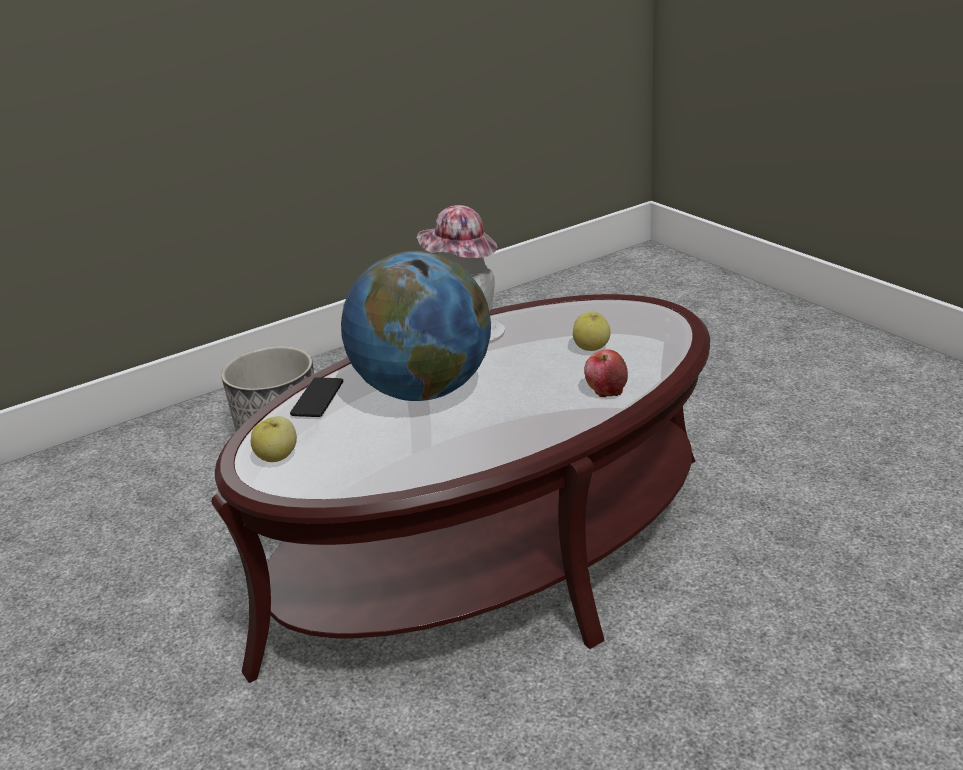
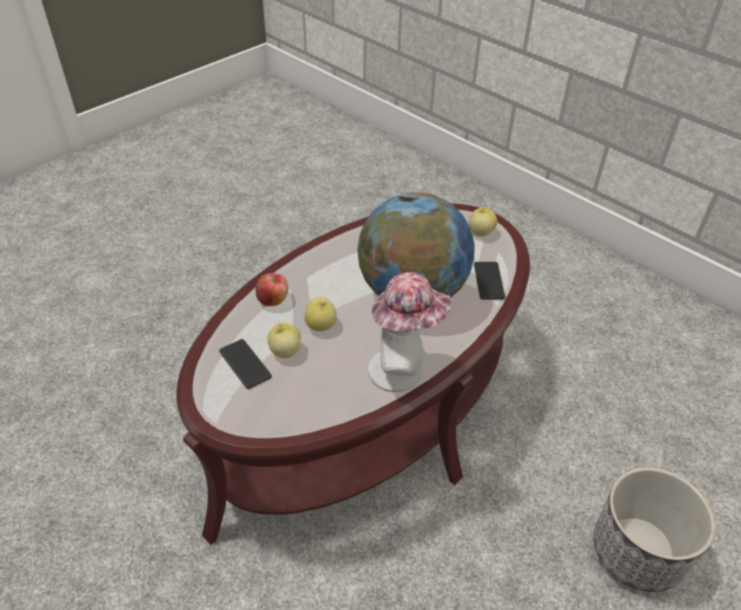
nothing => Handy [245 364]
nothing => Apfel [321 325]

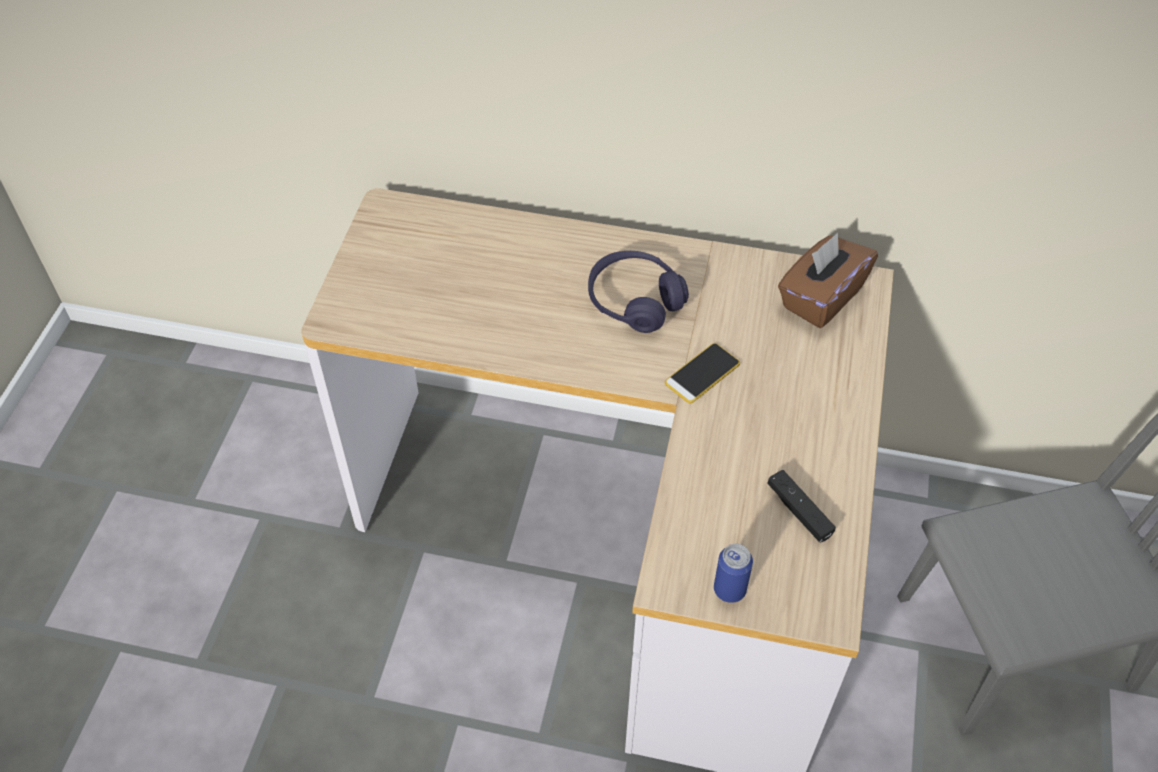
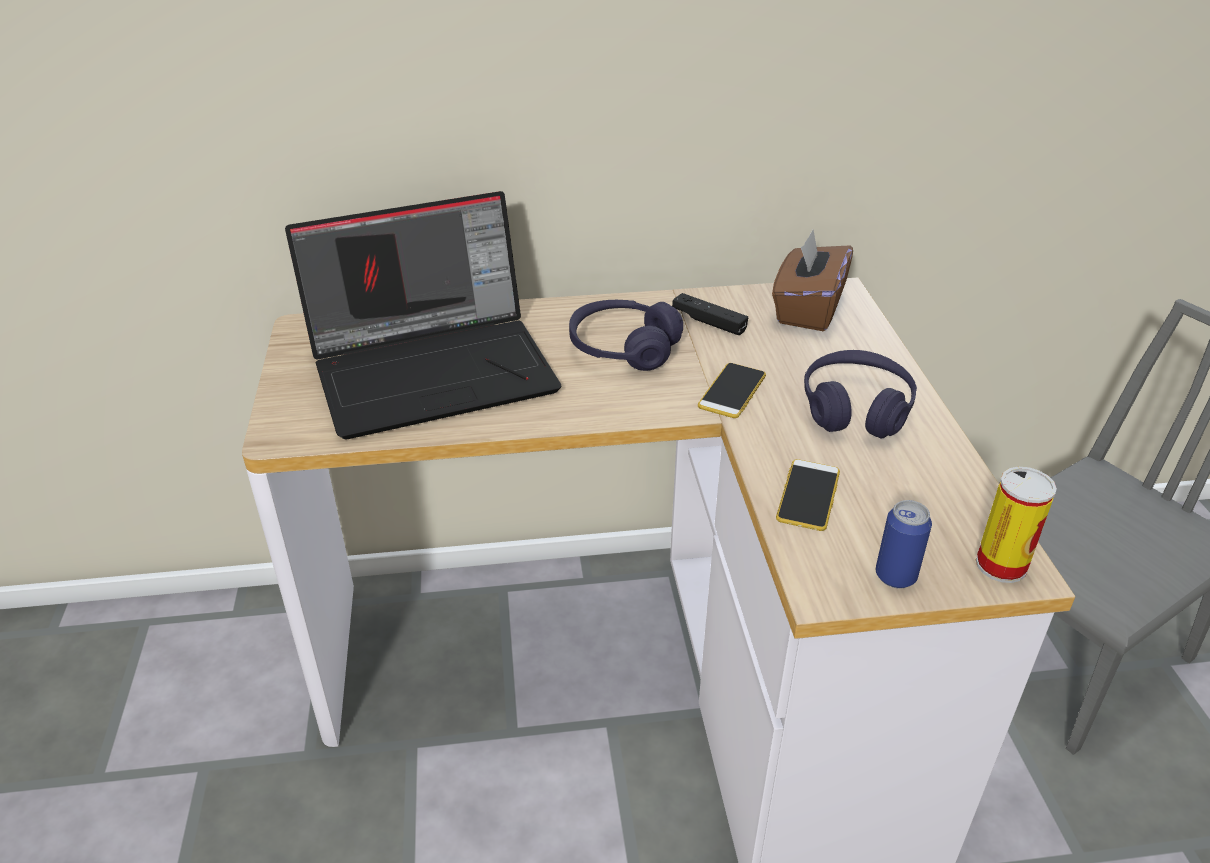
nothing => Laptop [436 368]
nothing => Handy [808 495]
nothing => Kopfhörer [lila] [855 408]
nothing => Dose [1001 565]
Gamepad [schwarz] [799 511] => Gamepad [schwarz] [709 322], shifted

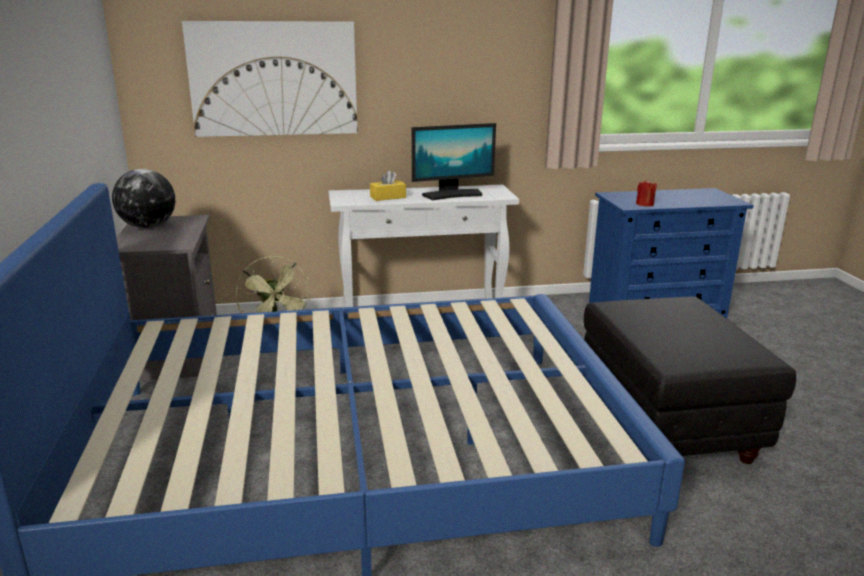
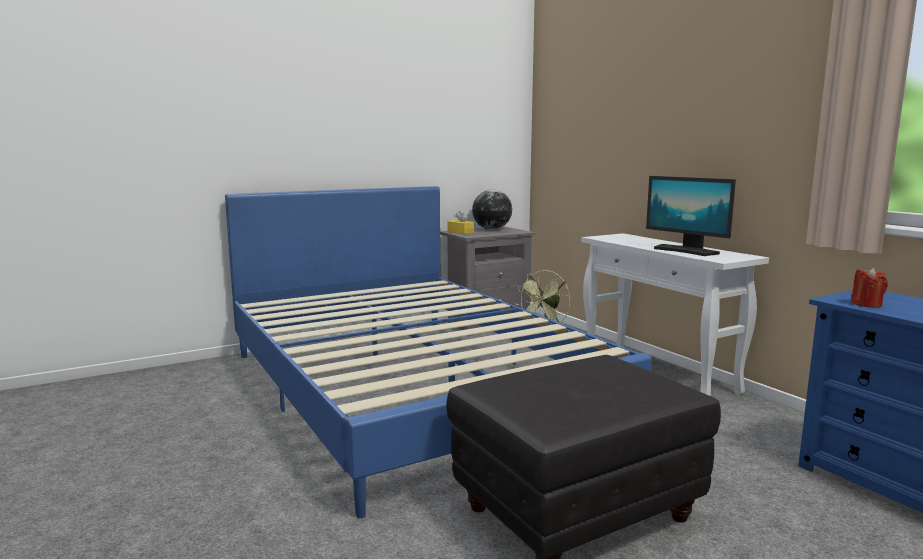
Bild [274 79] => nothing
Taschentuchbox [gelb] [388 197] => Taschentuchbox [gelb] [460 232], shifted

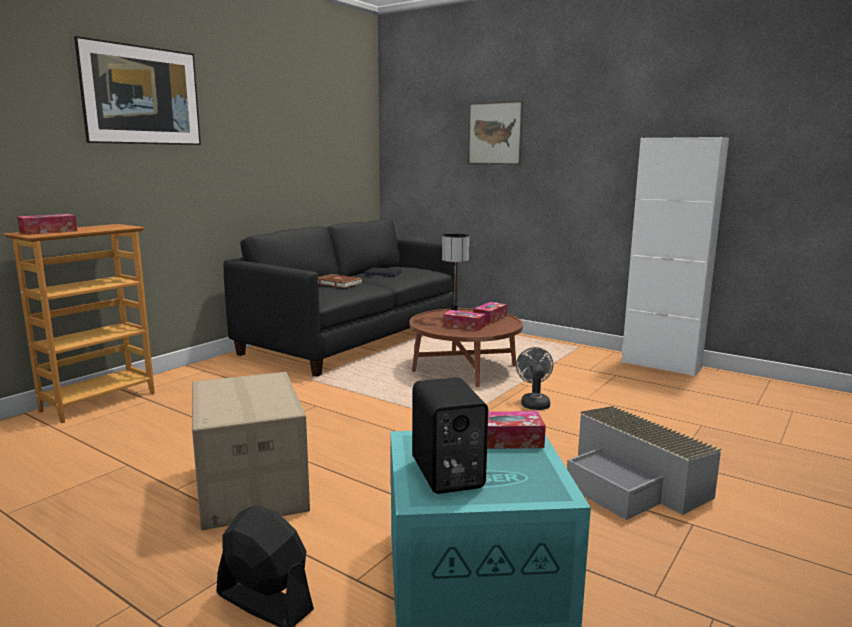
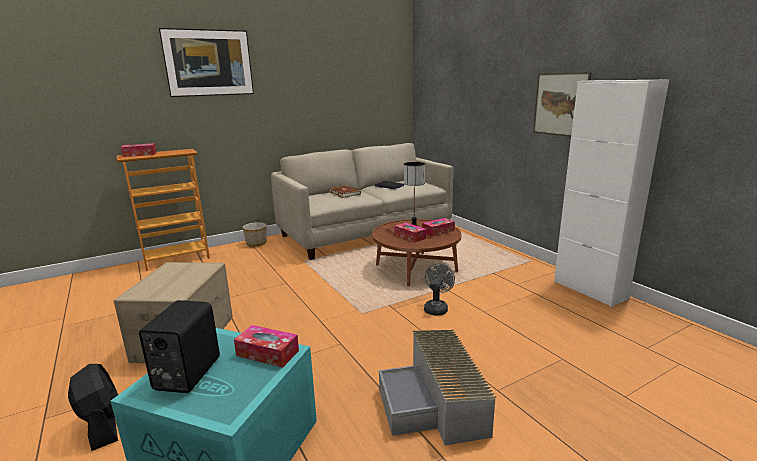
nothing => Pflanzkübel [256 243]
Bild [495 133] => Bild [560 104], shifted
Sofa [schwarz] [353 339] => Sofa [beige] [365 232]

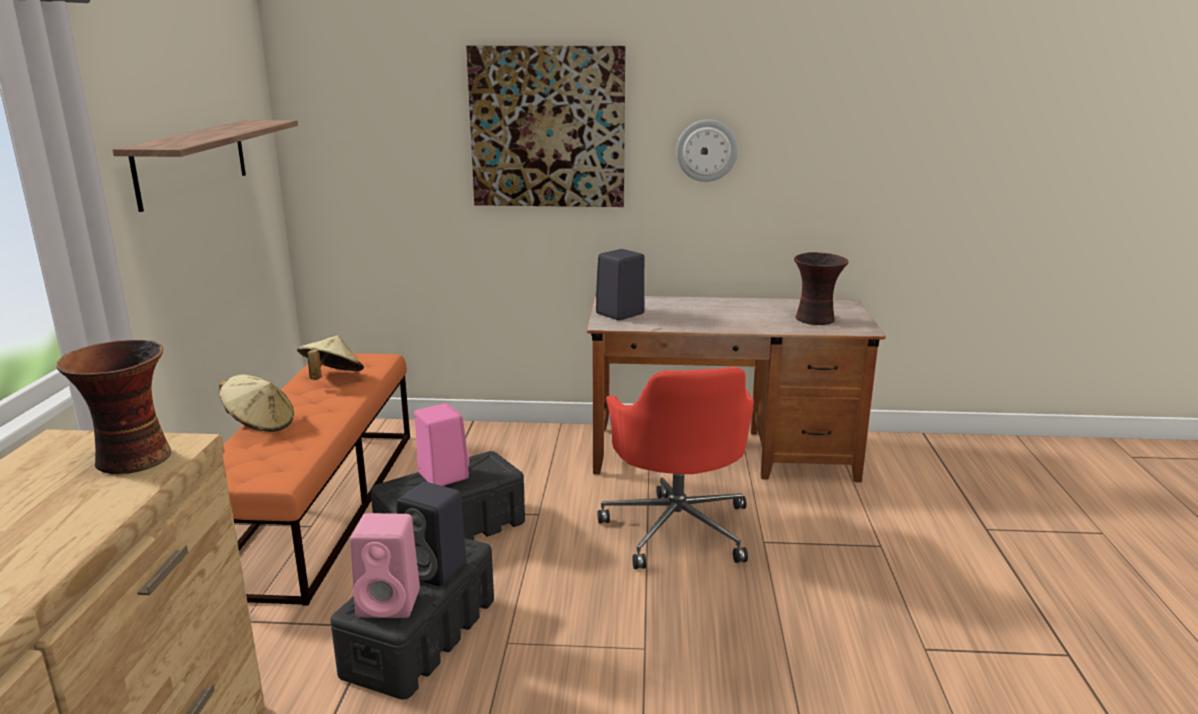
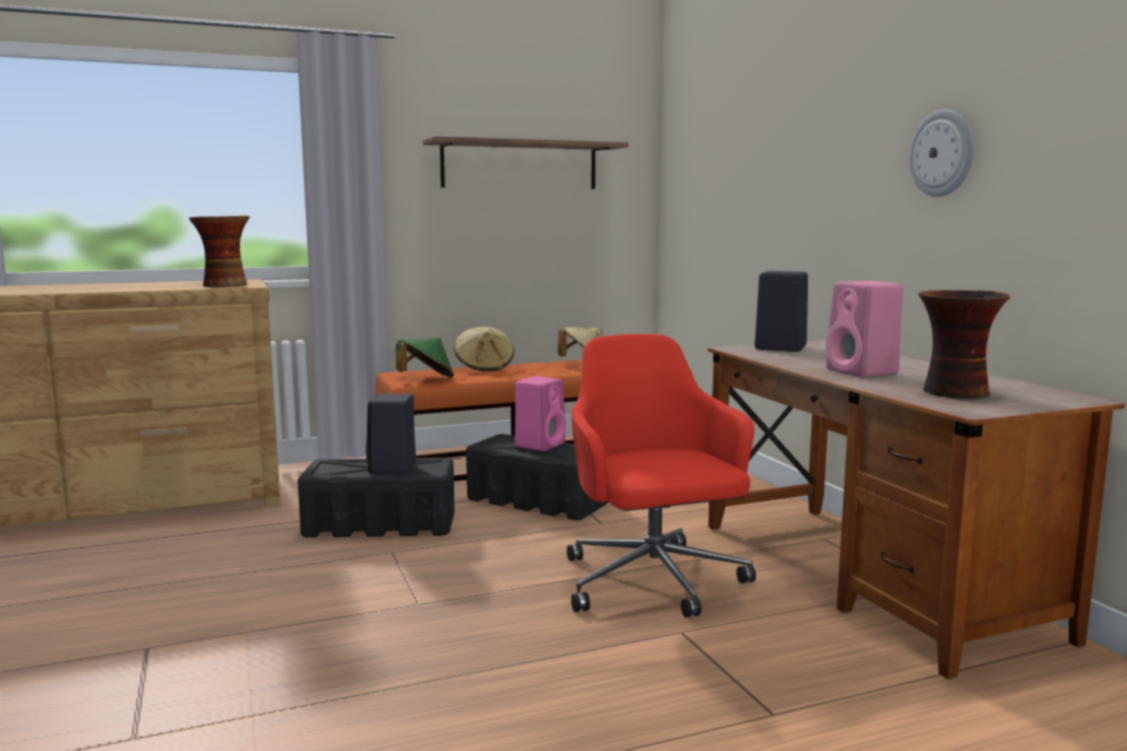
Bild [547 127] => nothing
nothing => Hut [grün] [426 378]
Lautsprecher [rosa] [391 603] => Lautsprecher [rosa] [863 372], shifted
Bürostuhl [rot] [677 528] => Bürostuhl [rot] [653 582], 105 degrees clockwise

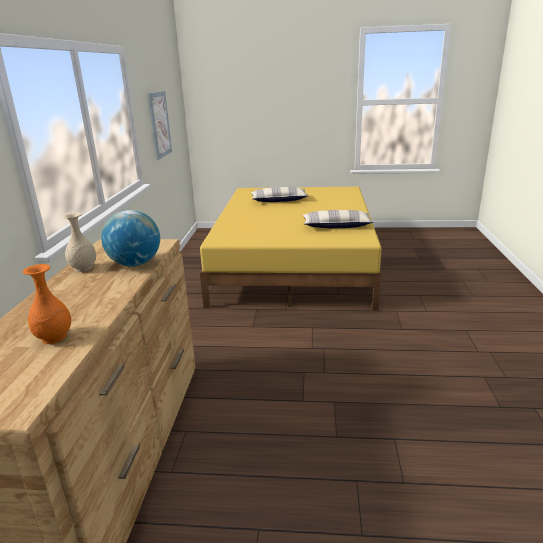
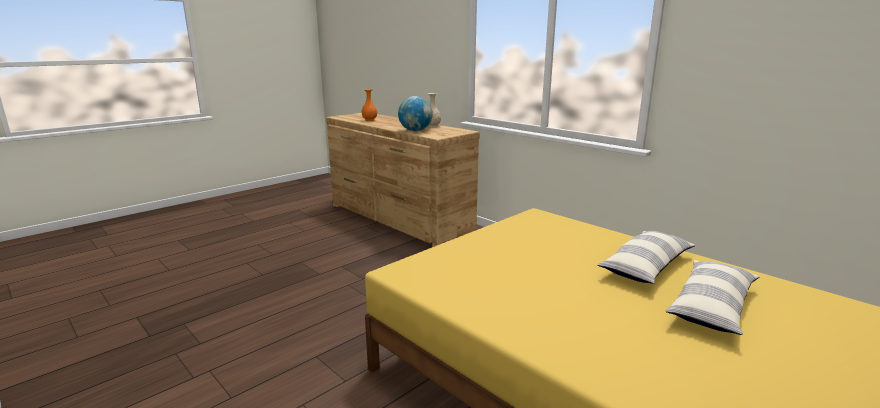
Bild [159 124] => nothing
Kissen [336 226] => Kissen [646 267], shifted

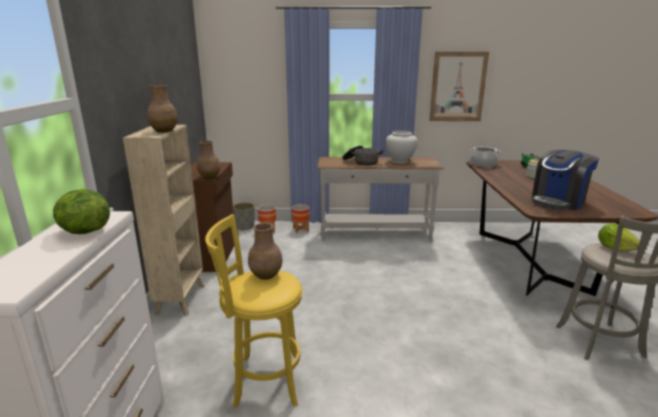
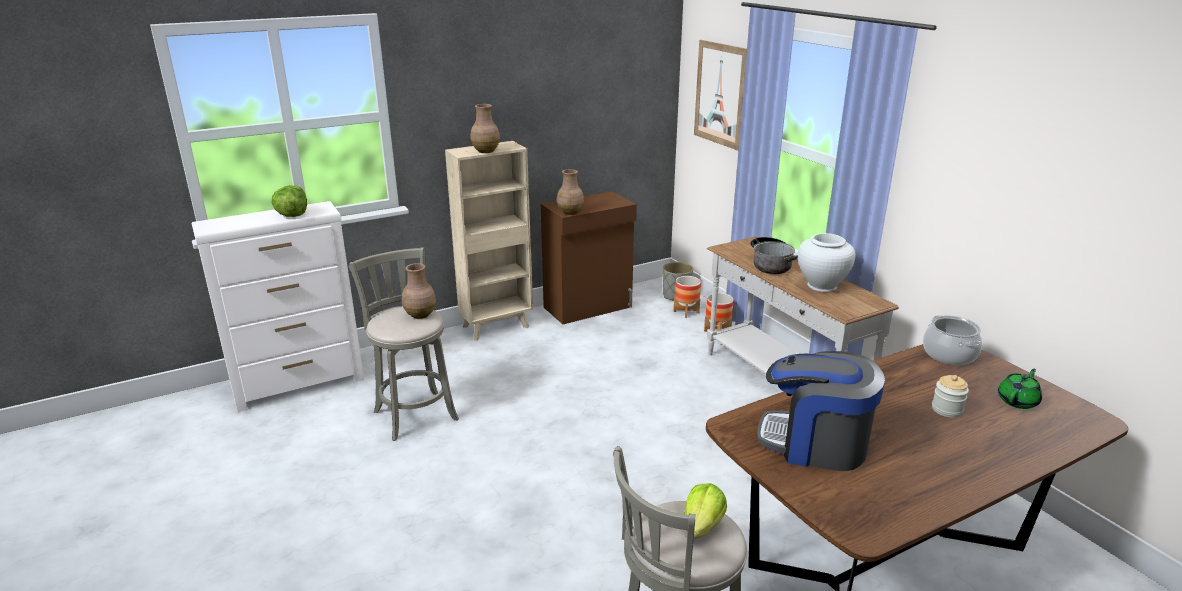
Bild [458 87] => Bild [720 94], shifted
Hocker [gelb] [263 380] => Hocker [grau] [414 413]

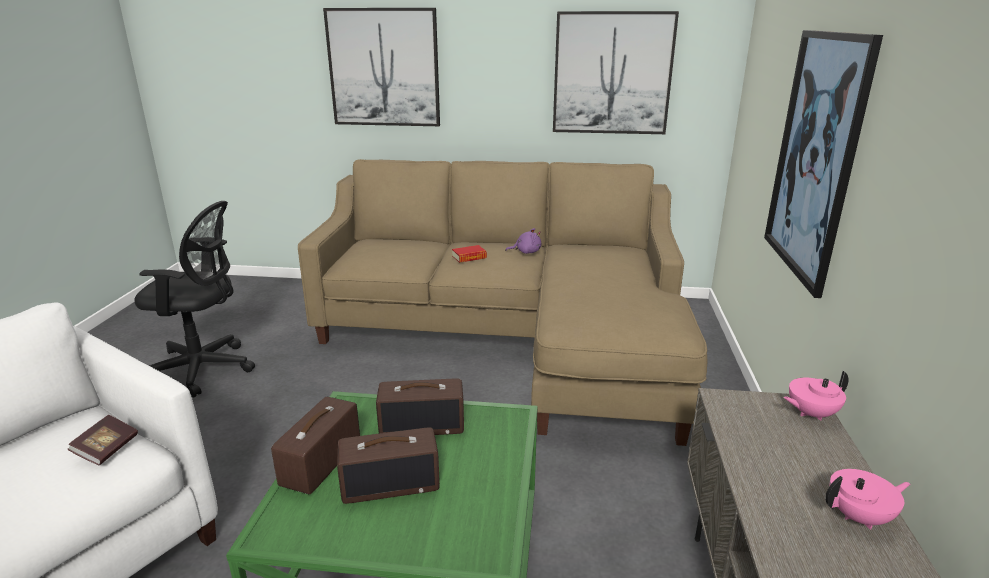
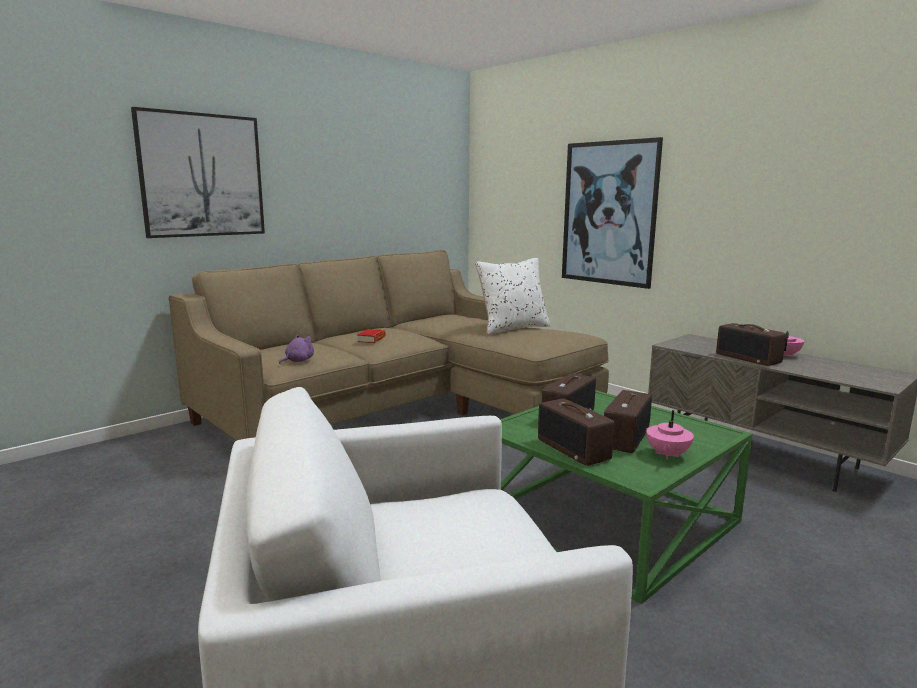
Buch [107 449] => nothing
Bürostuhl [schwarz] [204 369] => nothing
Bild [612 74] => nothing
nothing => Kissen [weiß] [512 328]
nothing => Radio [749 358]
Plüschtier [lila] [526 252] => Plüschtier [lila] [298 361], shifted
Teekanne [rosa] [810 413] => Teekanne [rosa] [667 455], shifted

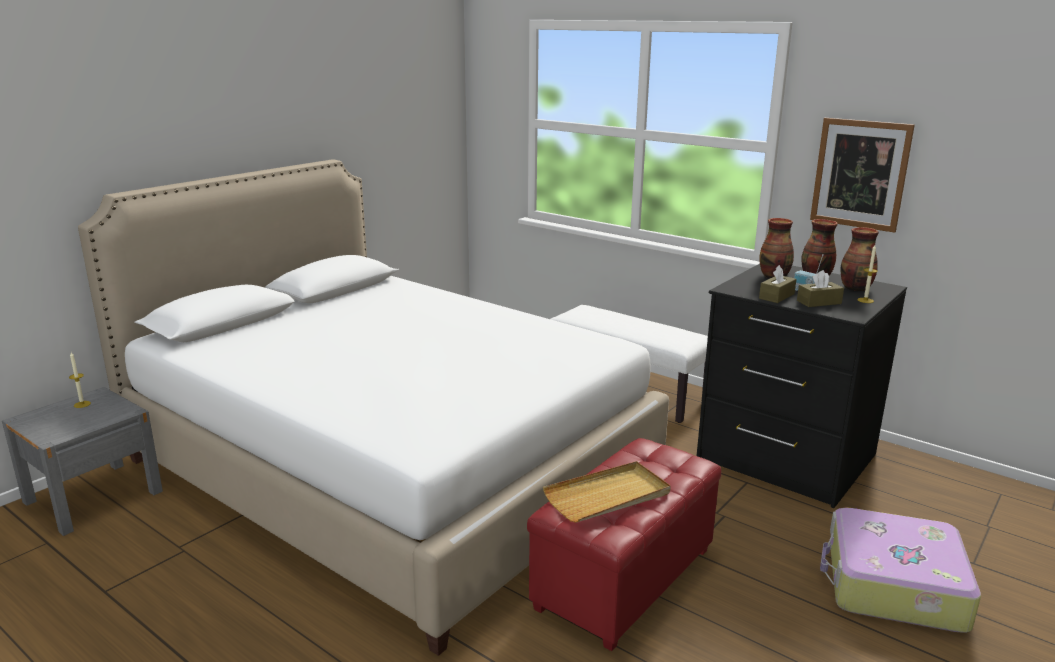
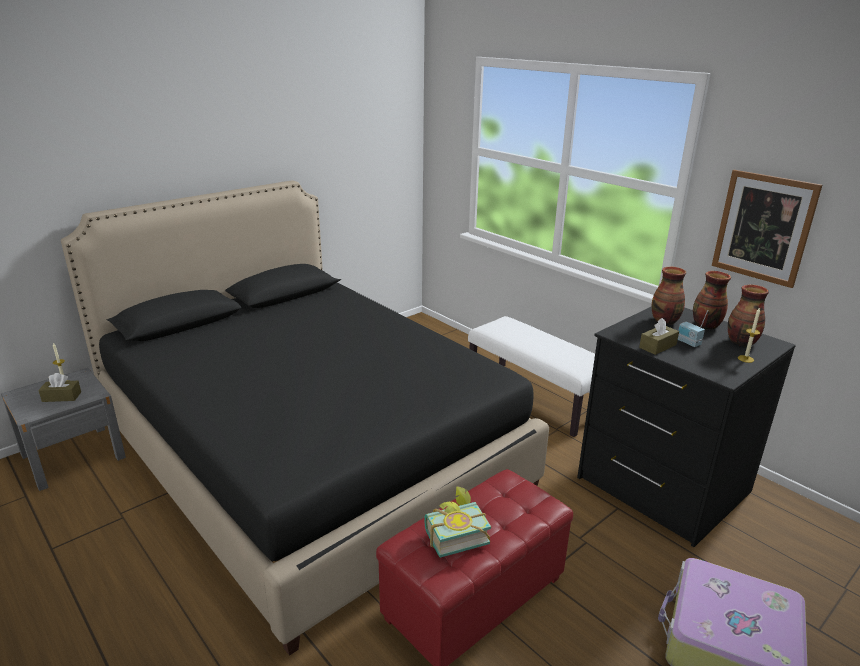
Taschentuchbox [braun] [819 302] => Taschentuchbox [braun] [61 397], shifted
Tablett [beige] [608 496] => Buch [454 534]
Bett [weiß] [389 469] => Bett [schwarz] [309 456]

